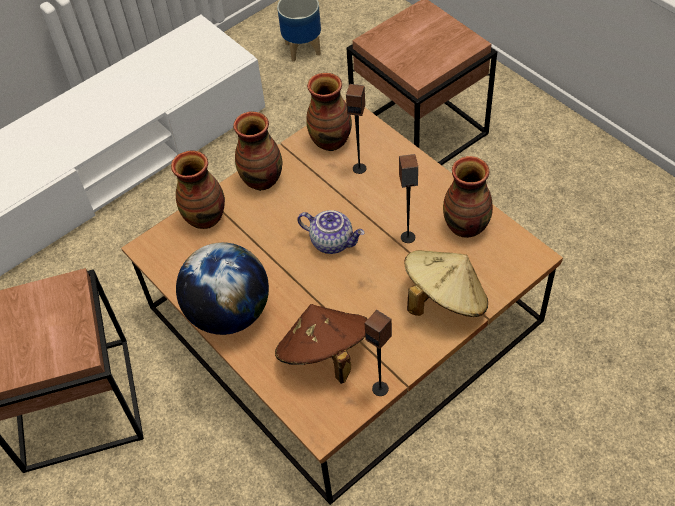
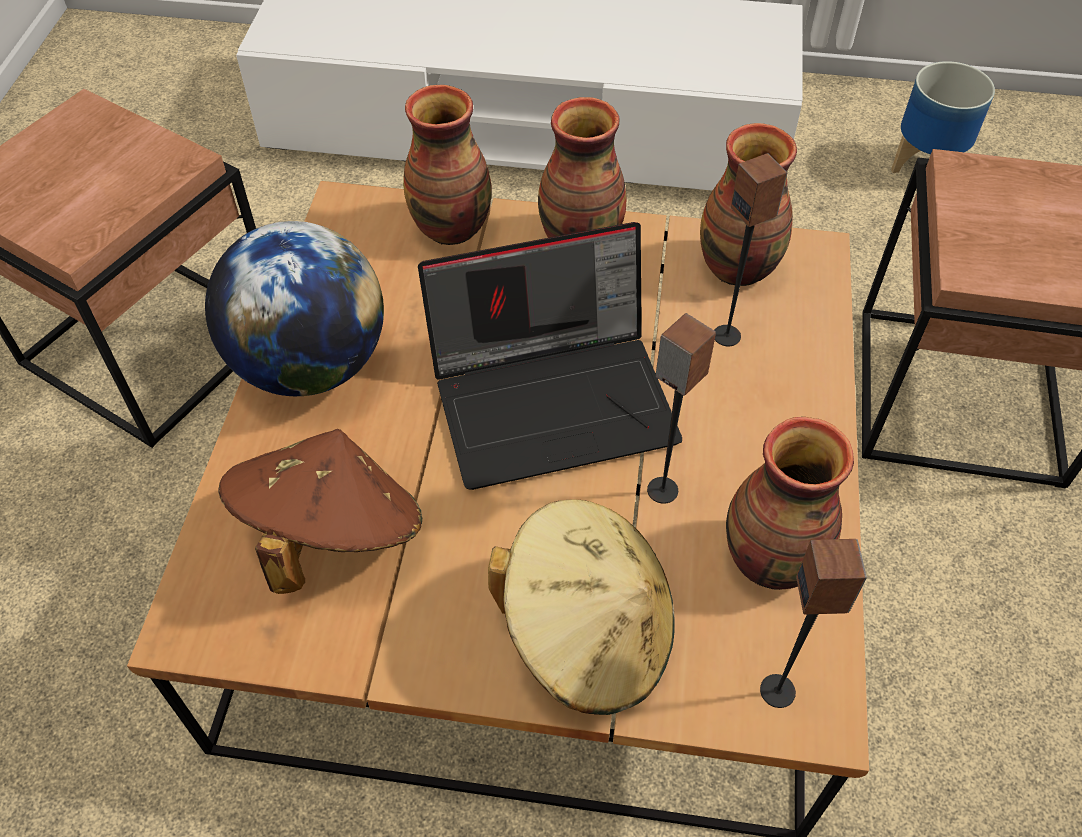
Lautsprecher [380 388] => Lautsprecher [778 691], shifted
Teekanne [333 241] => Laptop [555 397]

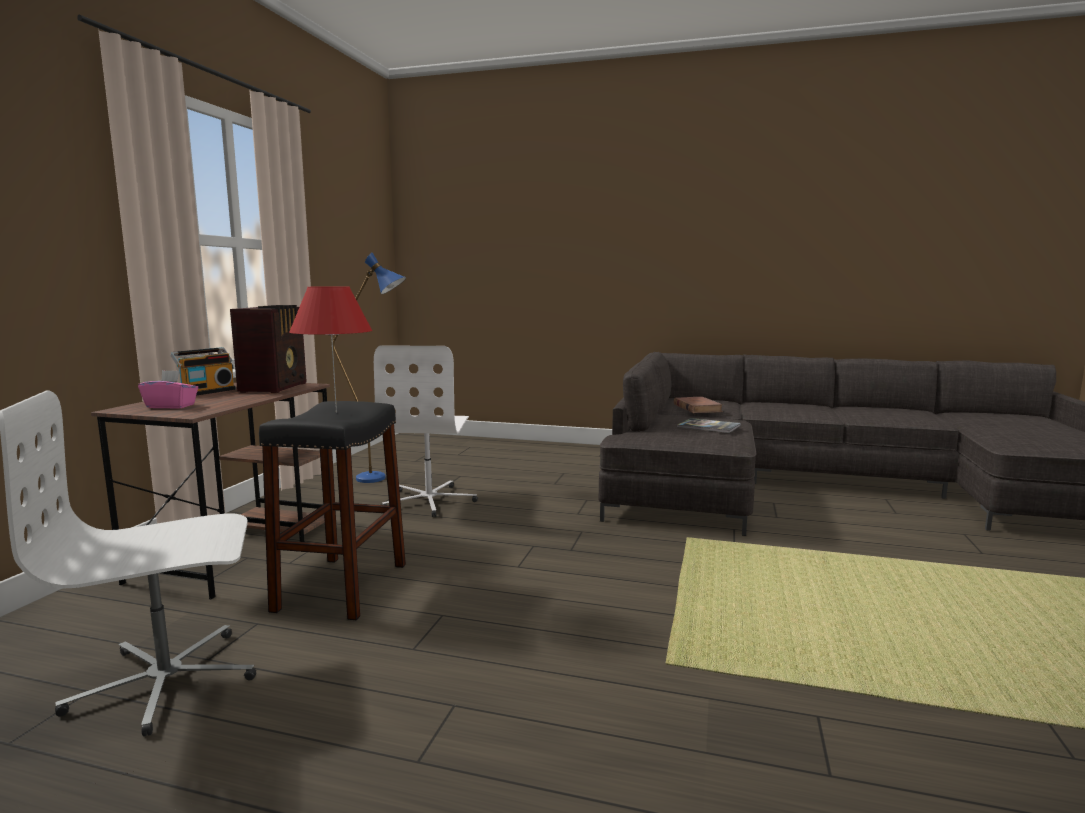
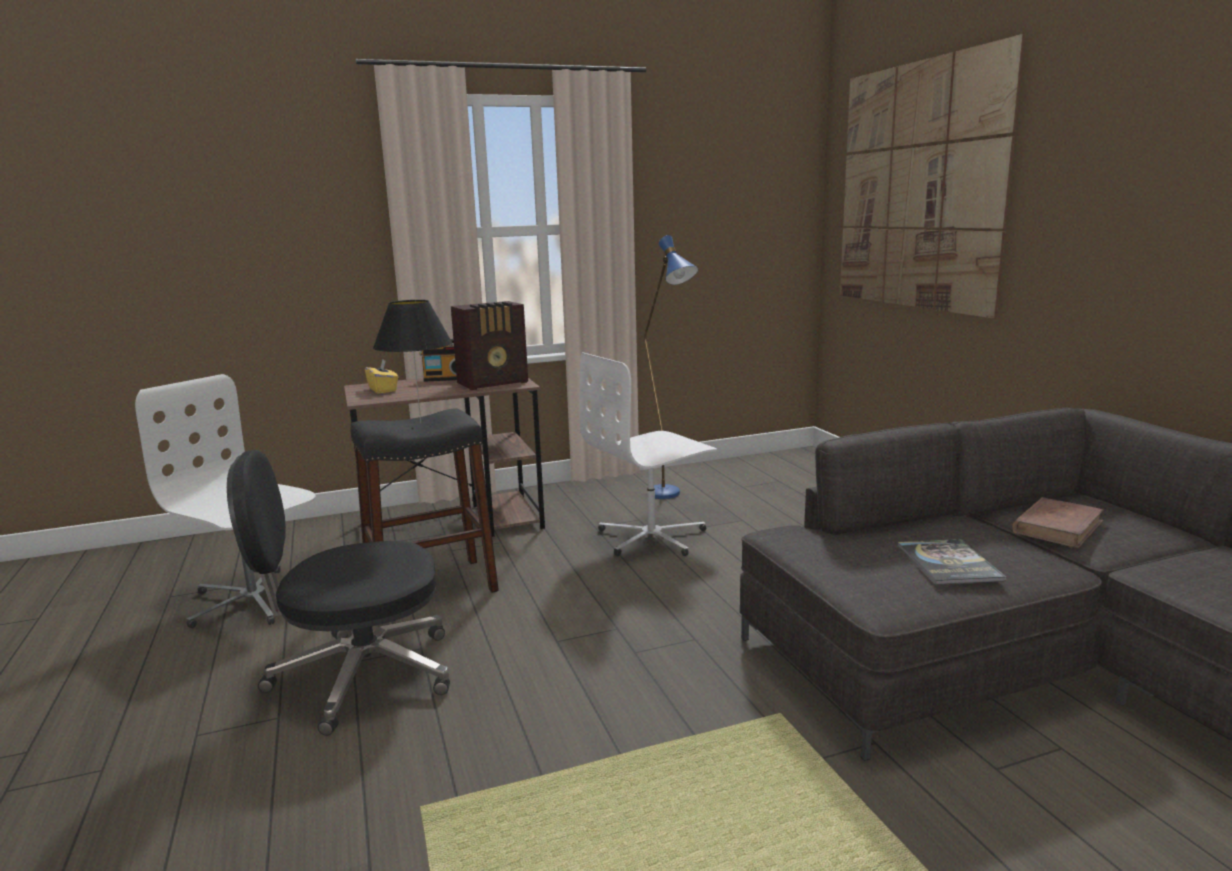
nothing => Bürostuhl [schwarz] [359 676]
nothing => Bild [919 187]
Taschentuchbox [rosa] [171 406] => Taschentuchbox [gelb] [383 390]
Tischlampe [rot] [336 412] => Tischlampe [schwarz] [421 423]

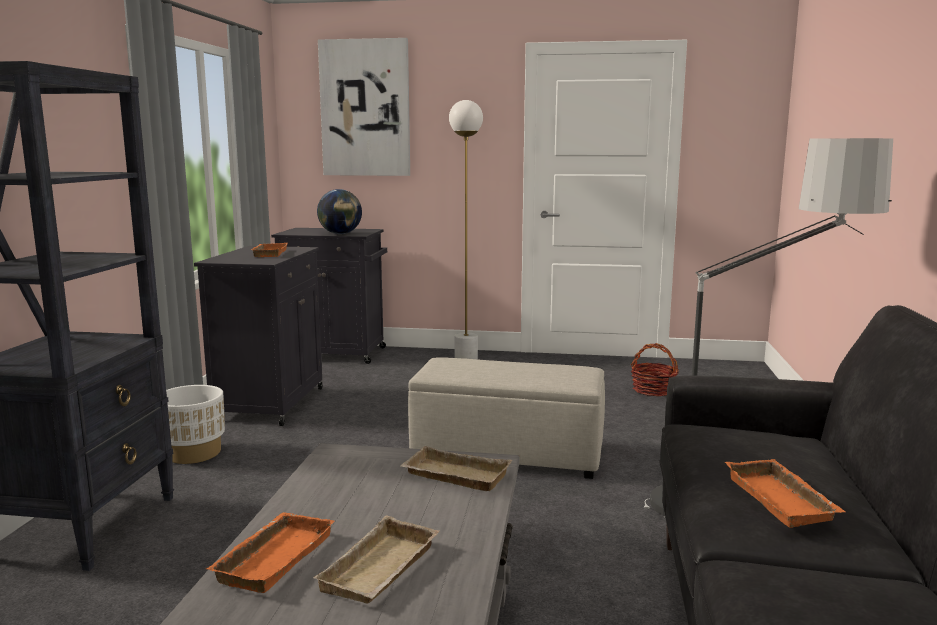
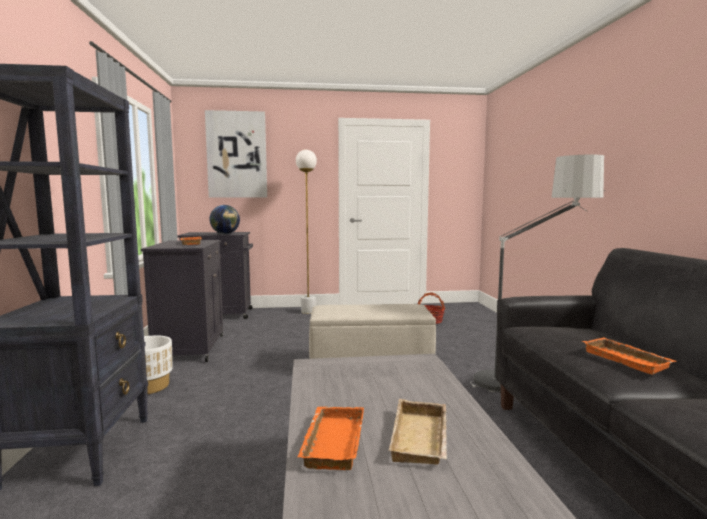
Tablett [beige] [453 476] => nothing

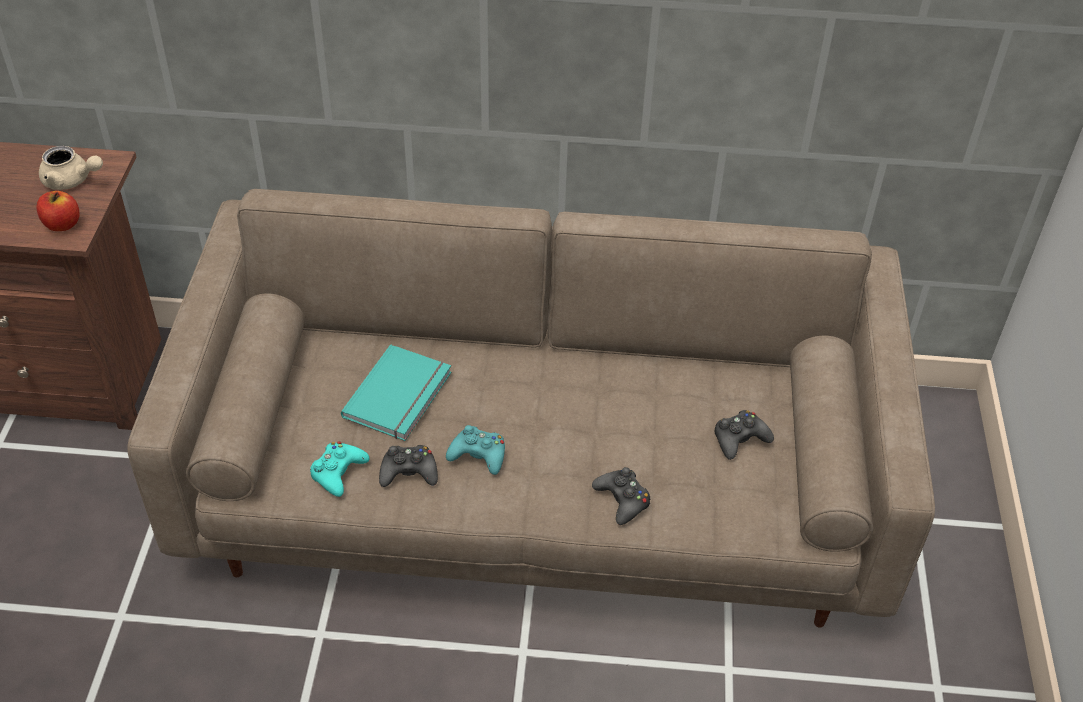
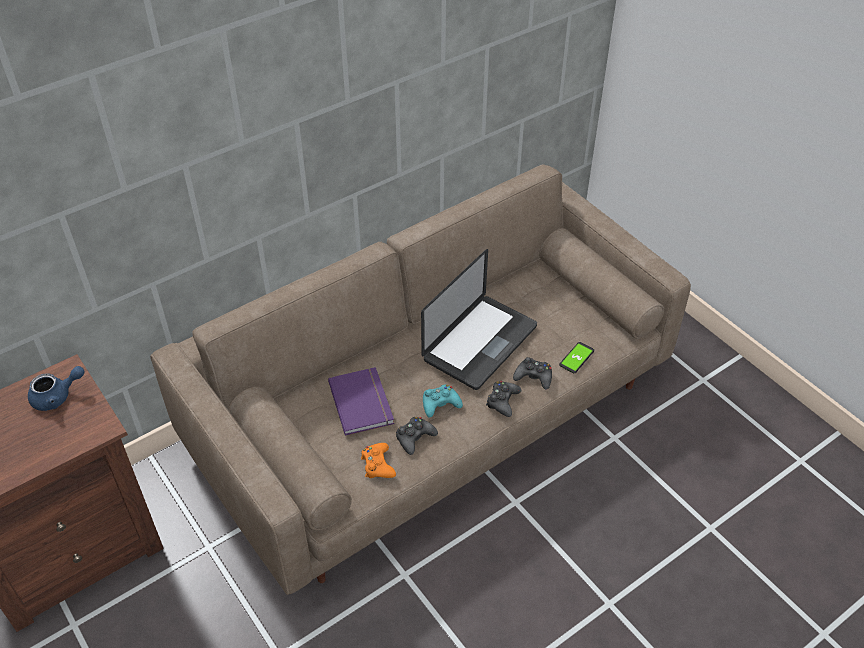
Apfel [62 224] => nothing
nothing => Laptop [480 343]
nothing => Handy [576 358]
Gamepad [schwarz] [739 439] => Gamepad [schwarz] [502 401], shifted
Teekanne [beige] [72 181] => Teekanne [blau] [57 397]
Gamepad [türkis] [338 472] => Gamepad [orange] [377 465]
Buch [türkis] [401 395] => Buch [lila] [363 402]

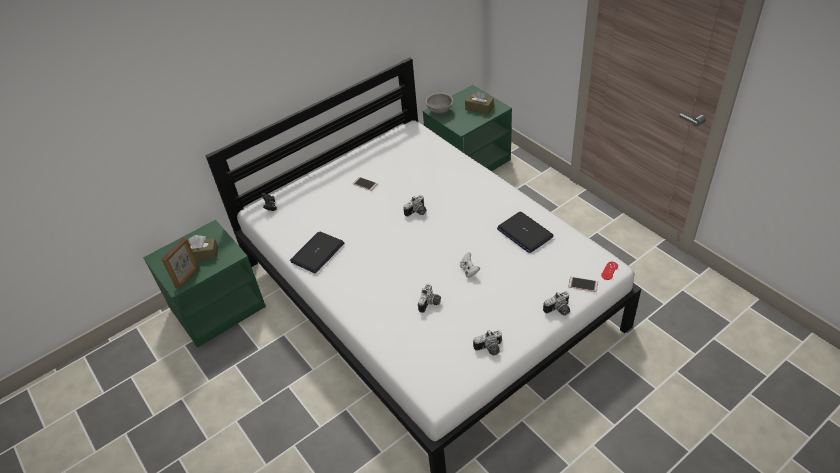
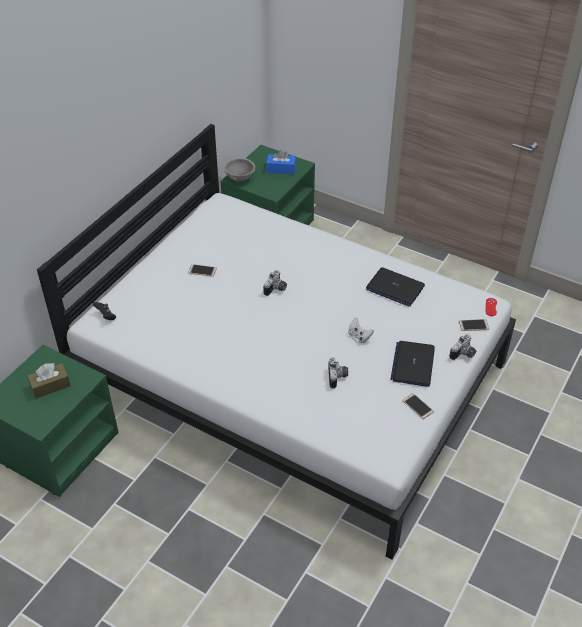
Bilderrahmen [188 277] => nothing
Laptop [317 253] => Laptop [413 364], shifted
Kamera [489 349] => Handy [417 406]
Taschentuchbox [braun] [479 108] => Taschentuchbox [blau] [281 169]

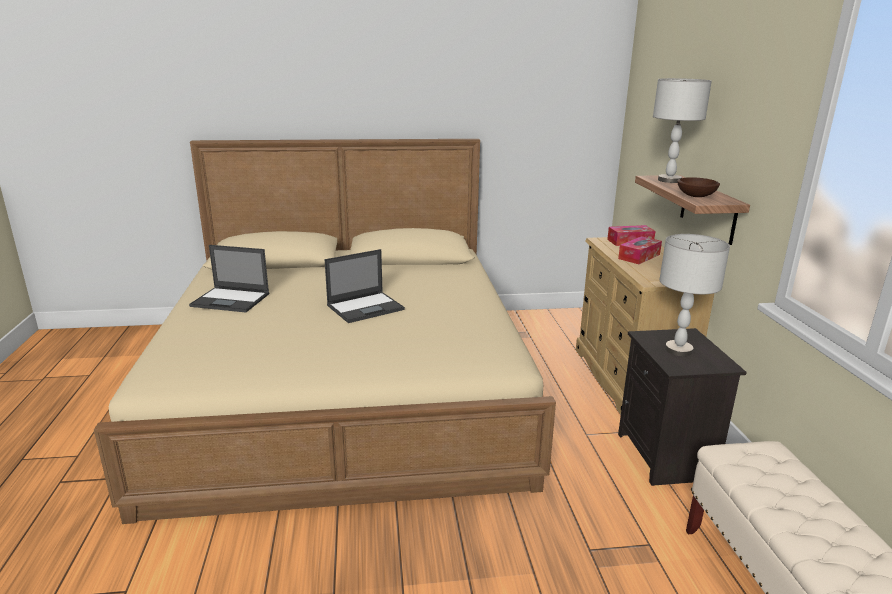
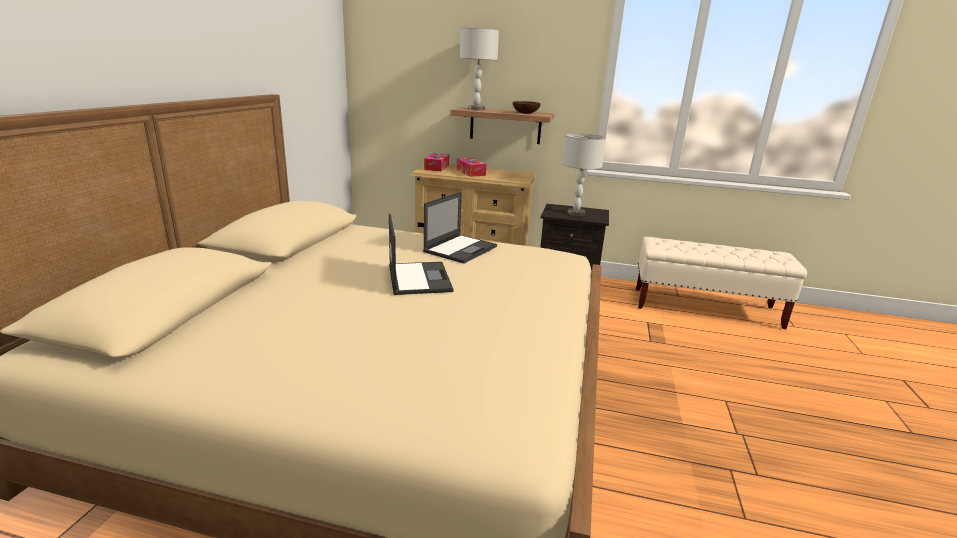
Laptop [231 300] => Laptop [461 249], shifted

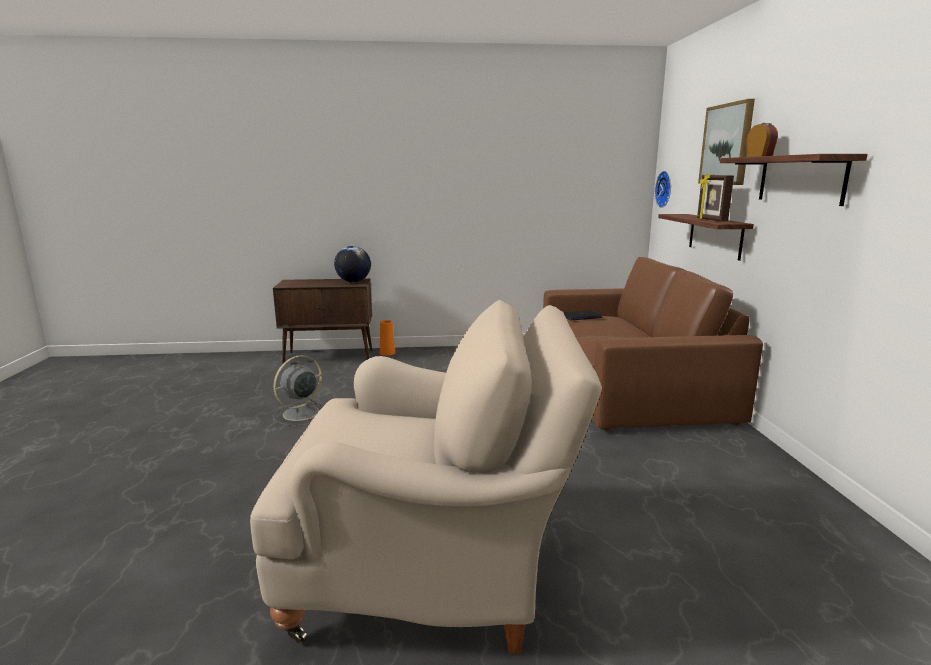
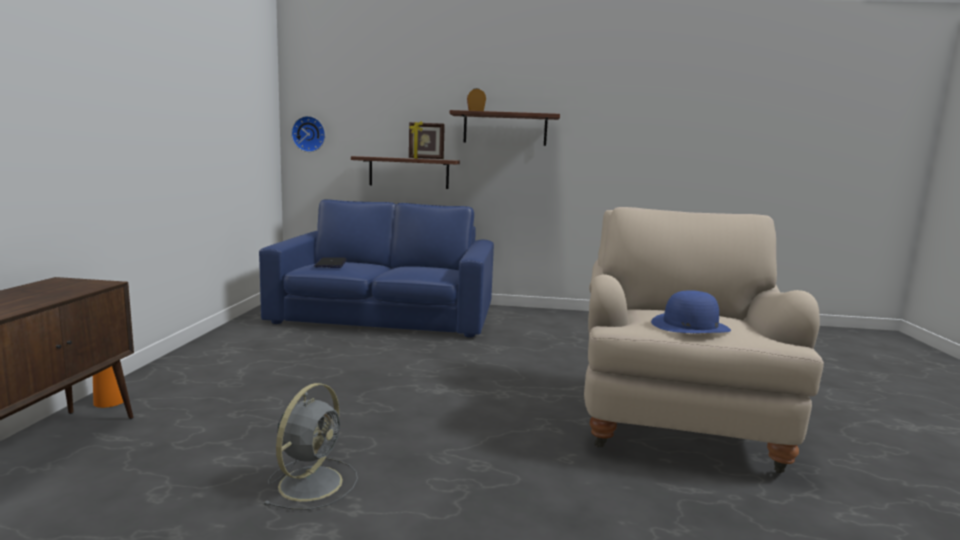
Globus [353 281] => nothing
Bild [726 144] => nothing
nothing => Hut [blau] [690 325]
Sofa [braun] [625 384] => Sofa [blau] [385 315]
Ventilator [grau] [299 414] => Ventilator [grau] [312 482], 120 degrees counterclockwise

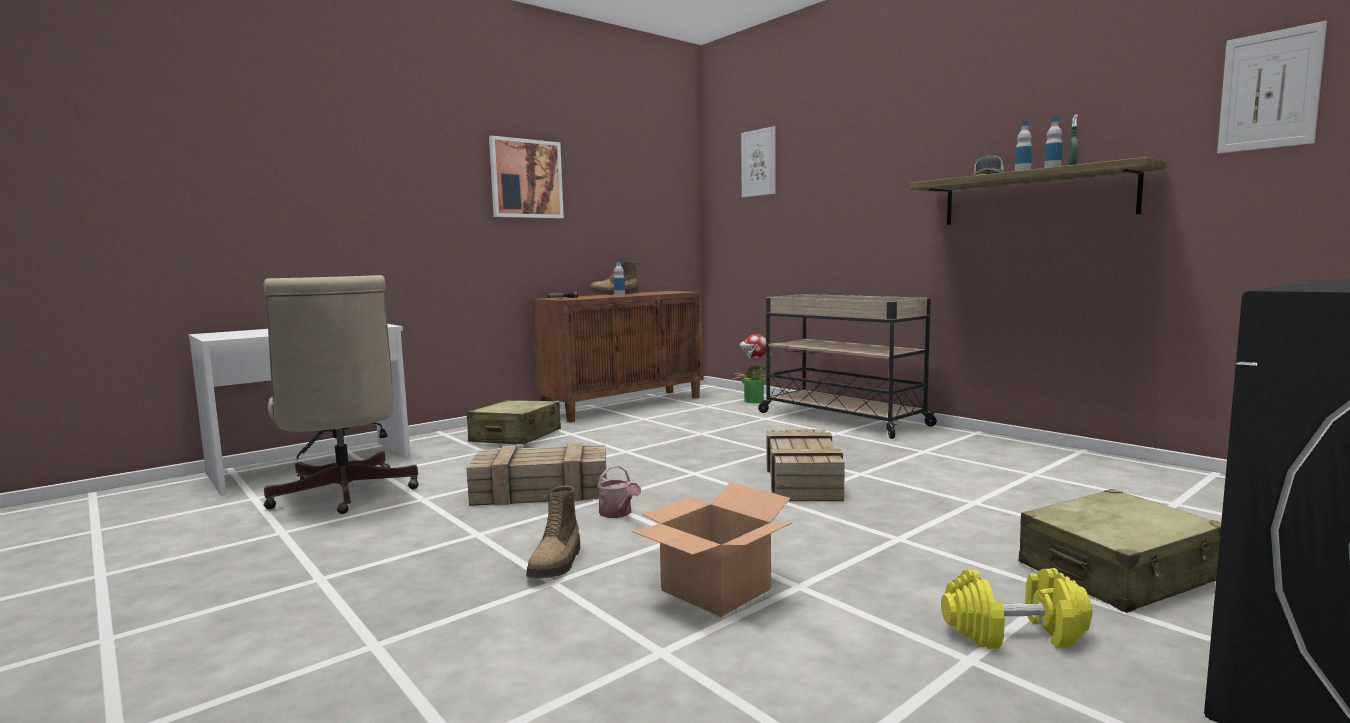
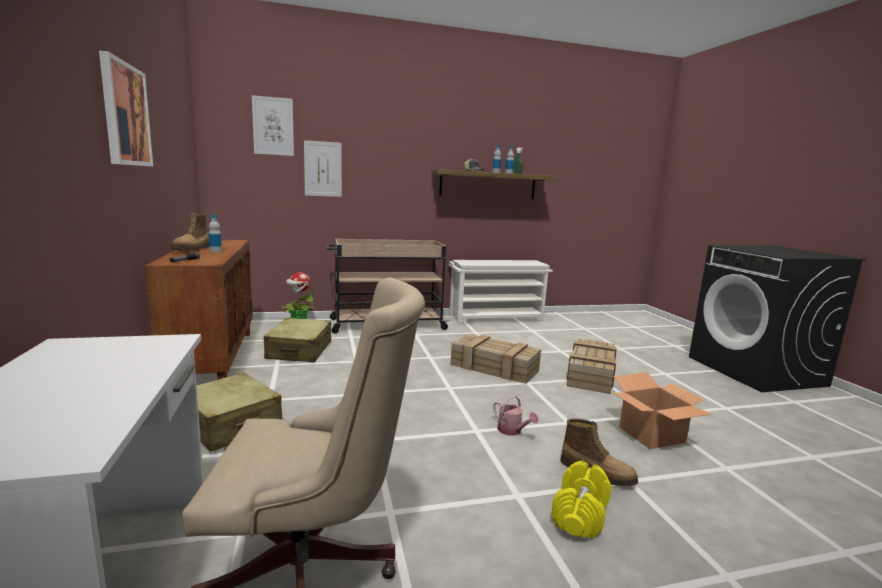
nothing => Schuhregal [weiß] [496 318]
Kiste [543 491] => Kiste [590 374], shifted
Hantel [gelb] [1013 633] => Hantel [gelb] [580 514], shifted
Koffer [beige] [1117 573] => Koffer [beige] [299 350], shifted
Bild [1269 90] => Bild [323 169], shifted
Gießkanne [618 513] => Gießkanne [512 431], 60 degrees clockwise

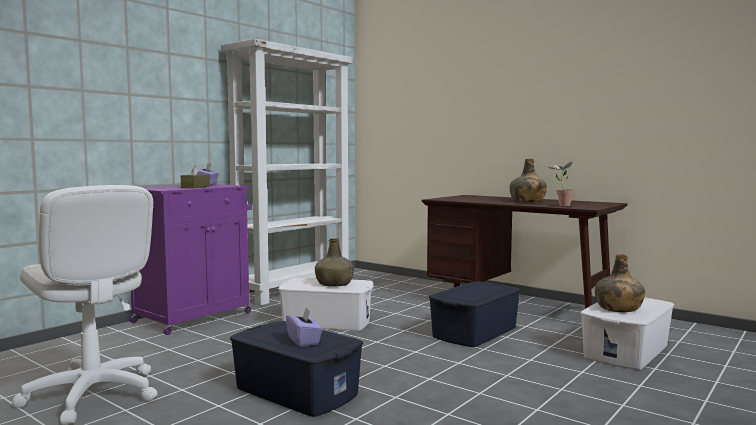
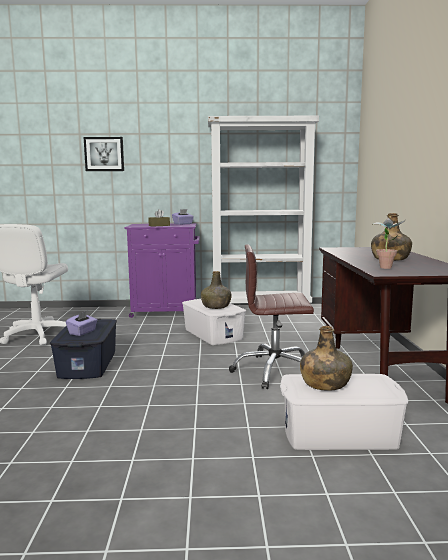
nothing => Bild [104 154]
Aufbewahrungsbox [blau] [474 332] => Bürostuhl [braun] [274 371]

